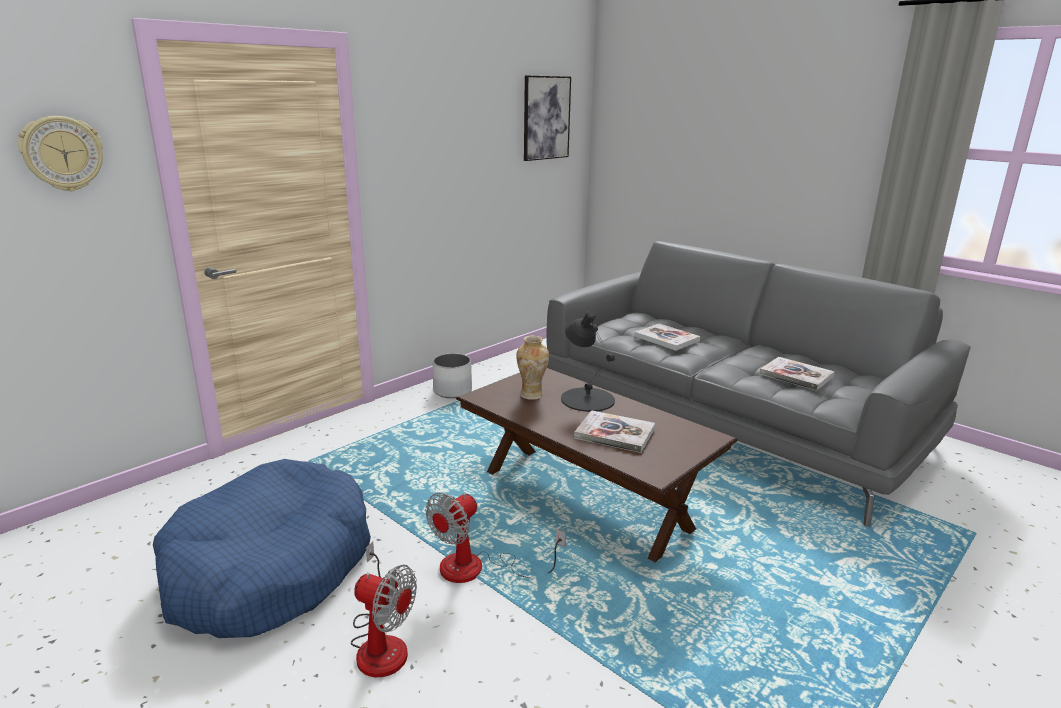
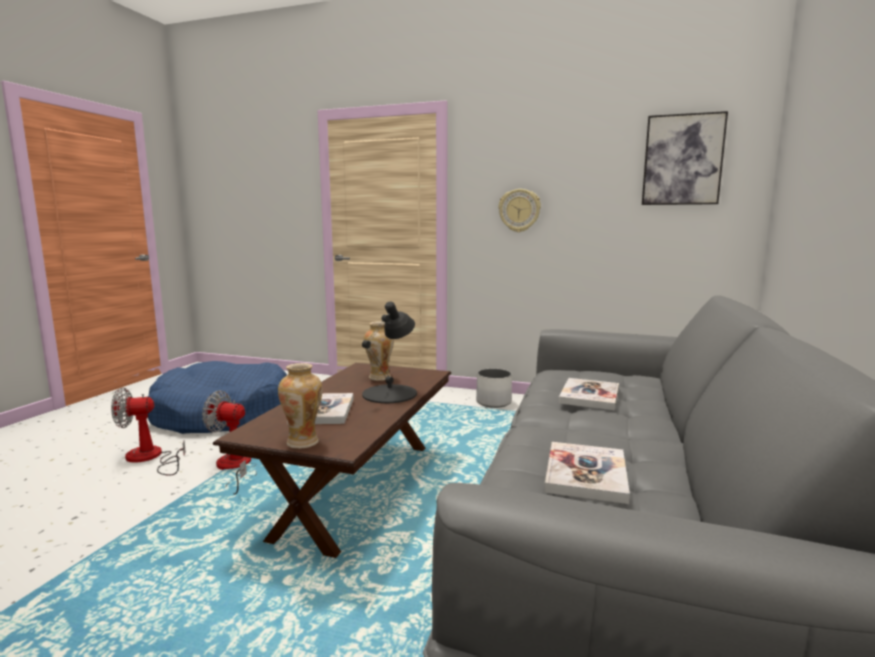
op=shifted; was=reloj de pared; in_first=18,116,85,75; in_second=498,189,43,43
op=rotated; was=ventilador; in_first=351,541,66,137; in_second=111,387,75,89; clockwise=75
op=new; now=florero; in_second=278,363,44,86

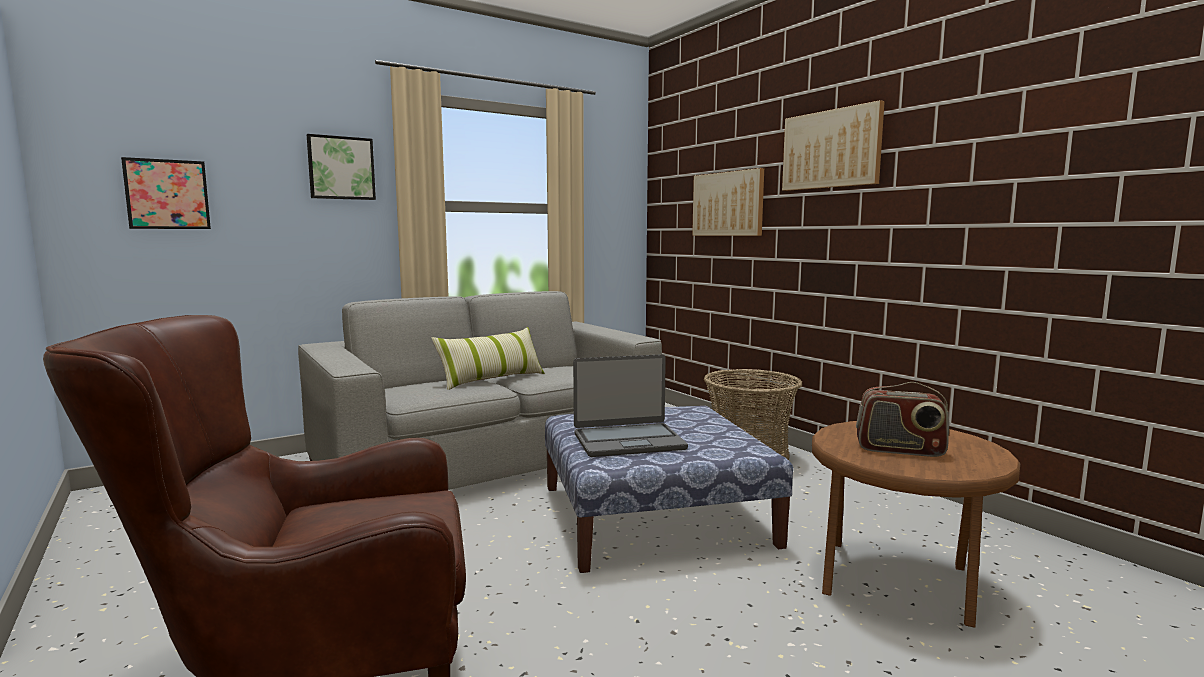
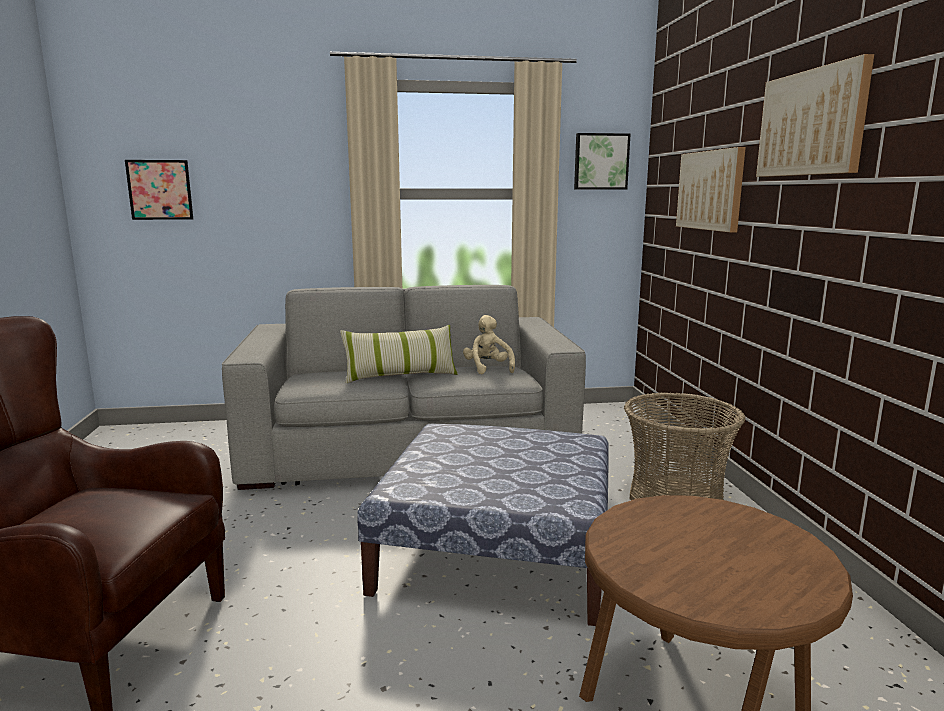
op=shifted; was=cuadro; in_first=307,134,69,66; in_second=574,133,57,56
op=gone; was=portátil; in_first=573,354,115,103
op=gone; was=radio; in_first=856,382,93,75
op=new; now=peluche [beis]; in_second=463,315,52,59

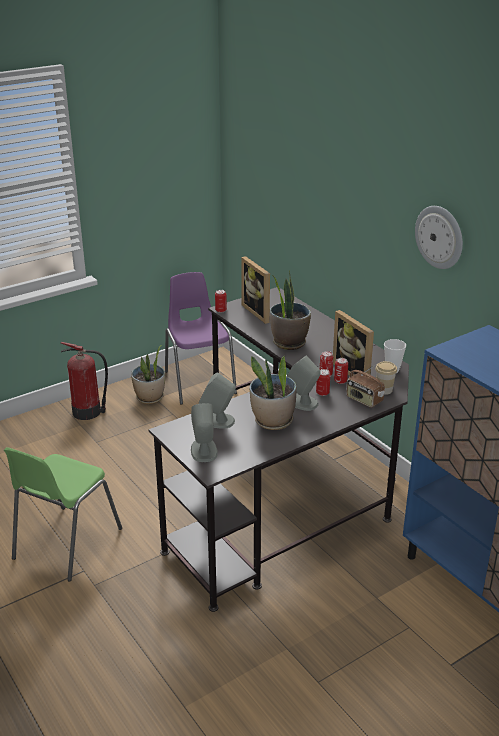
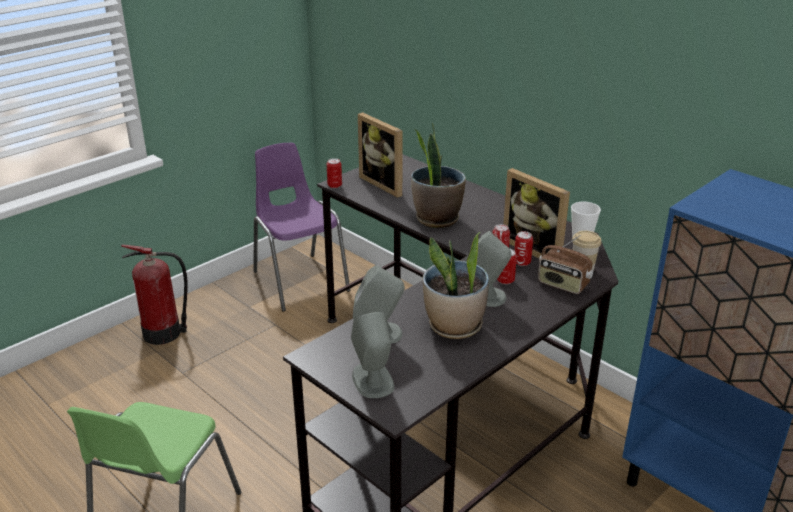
op=gone; was=planta en maceta; in_first=131,345,34,59
op=gone; was=reloj de pared; in_first=415,206,48,63

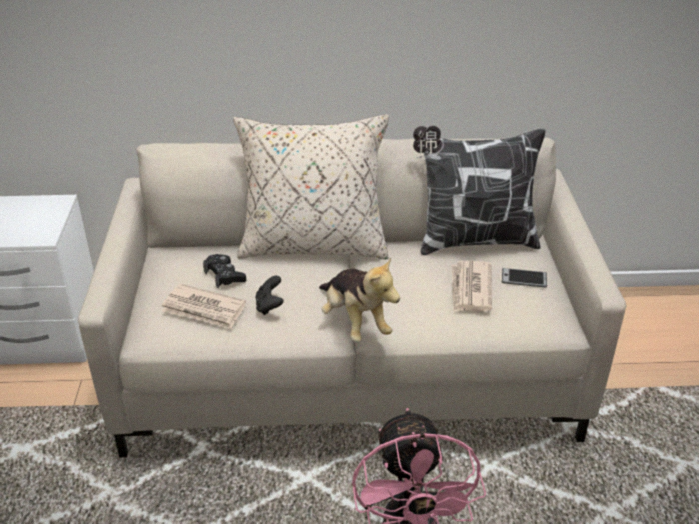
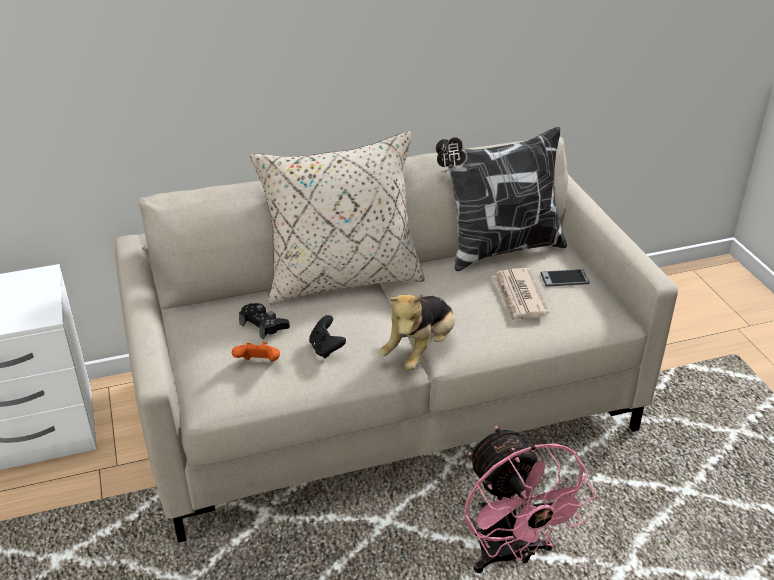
op=swapped; was=periódico; now=mando de consola [naranja]; in_first=162,284,84,45; in_second=232,342,48,20
op=rotated; was=peluche; in_first=319,258,81,84; in_second=379,293,76,77; clockwise=75

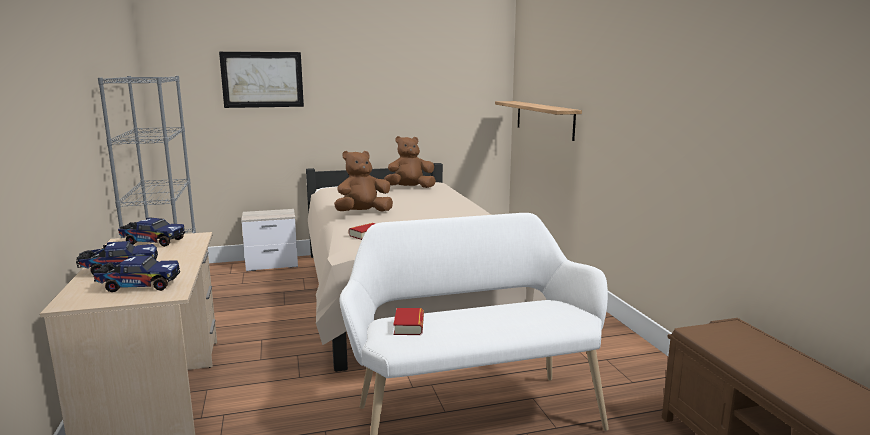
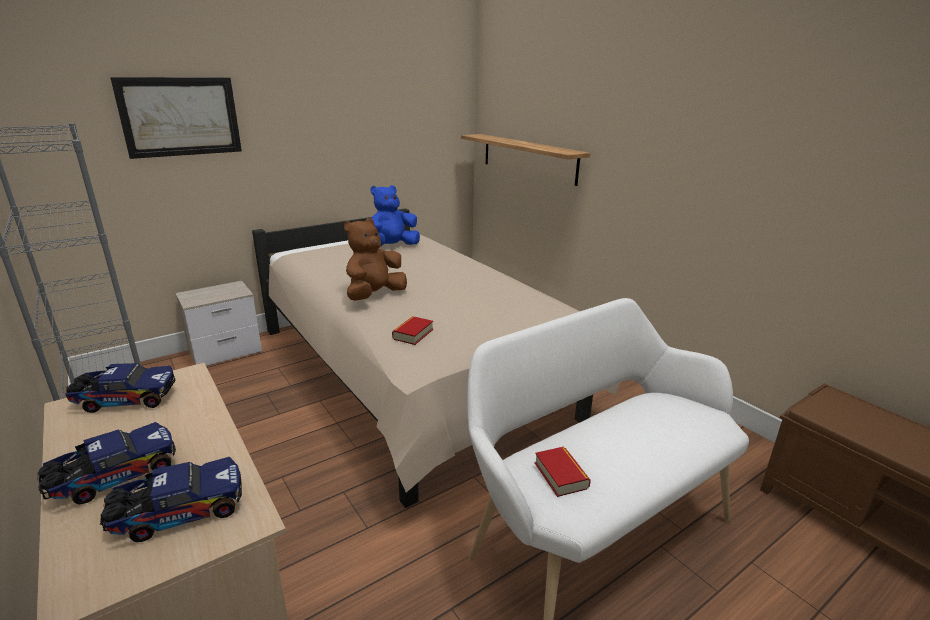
op=repainted; was=peluche [marrón]; now=peluche [azul]; in_first=384,136,52,52; in_second=370,185,50,61

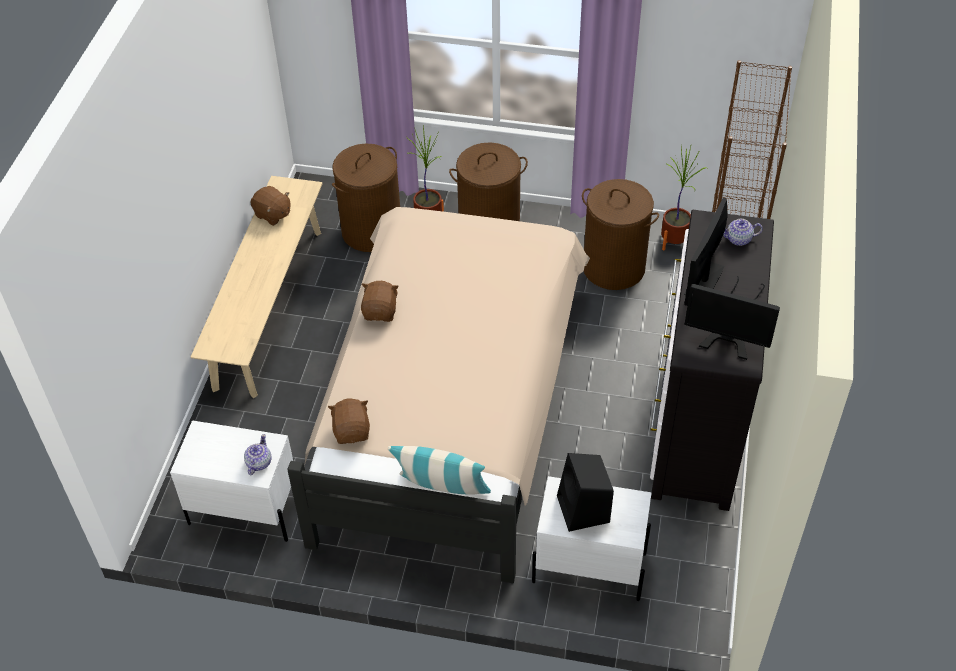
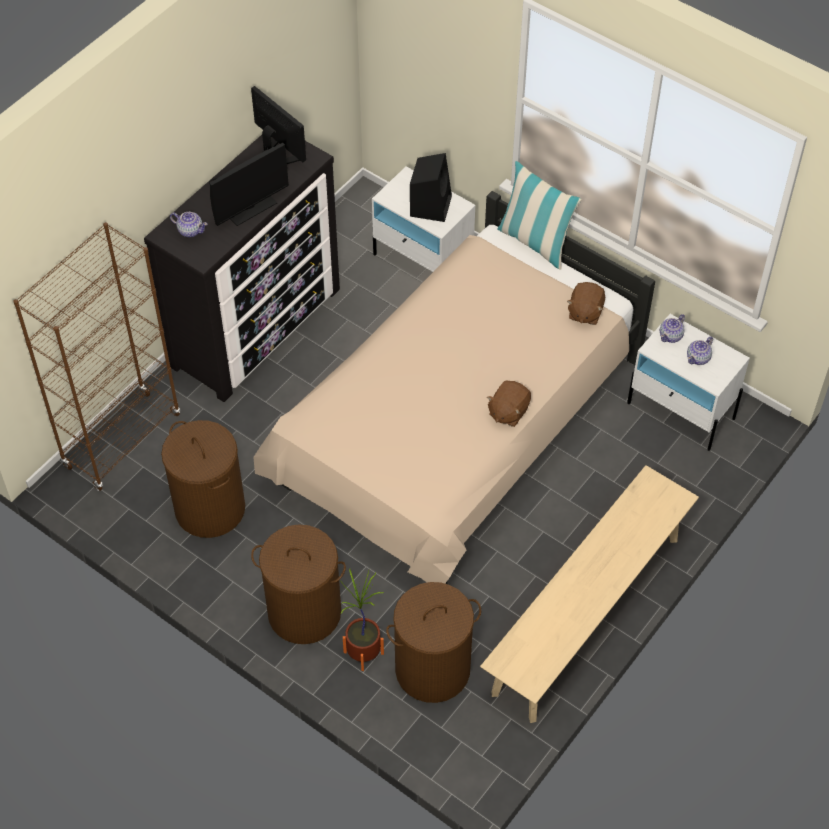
op=gone; was=peluche [marrón]; in_first=250,186,40,40
op=gone; was=planta en maceta; in_first=661,146,45,105
op=new; now=tetera; in_second=687,337,26,28

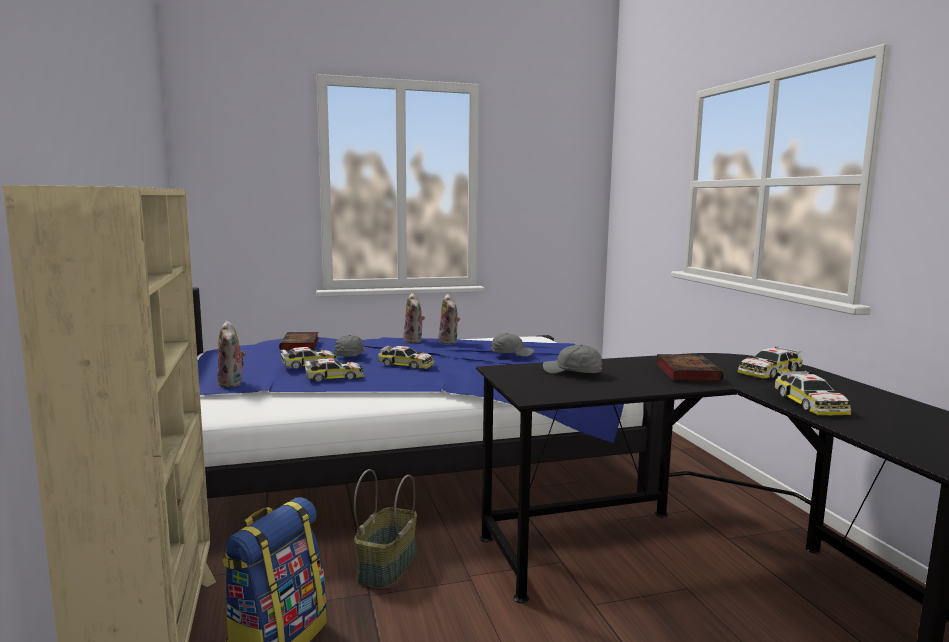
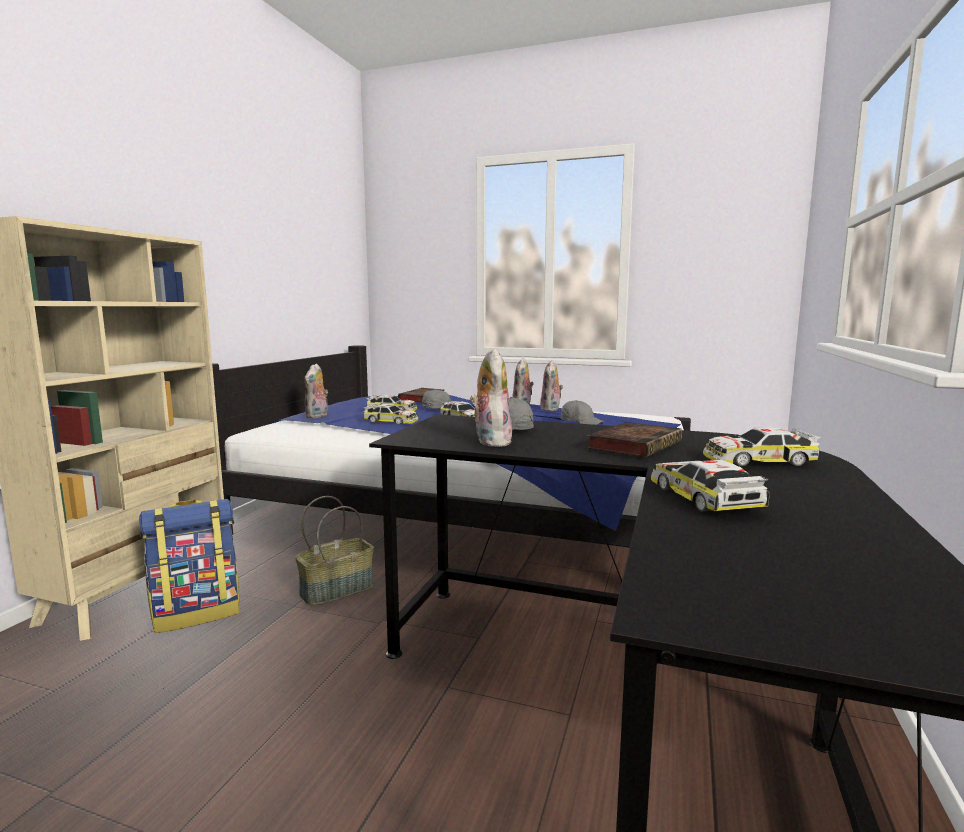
op=rotated; was=coche de juguete; in_first=775,371,76,44; in_second=651,460,119,52; clockwise=135
op=new; now=peluche; in_second=470,348,42,99

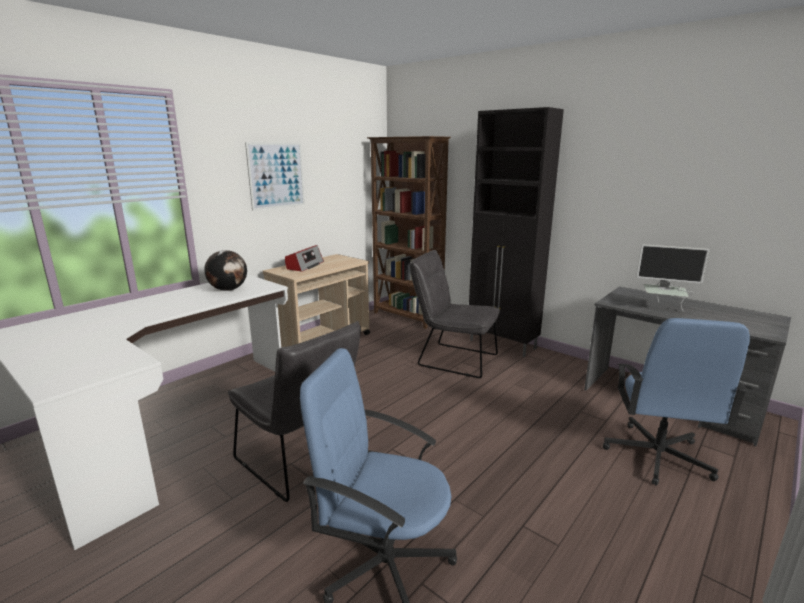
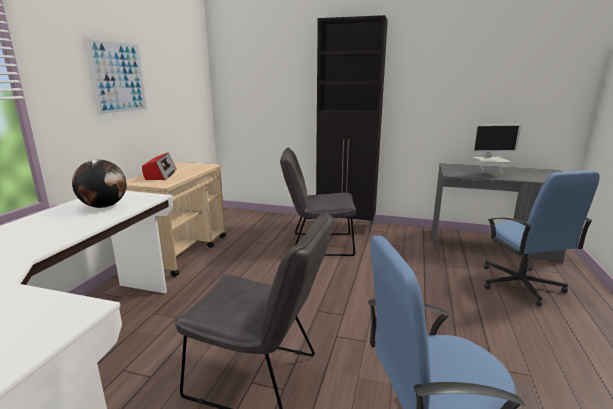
op=gone; was=estantería [marrón]; in_first=367,136,84,193

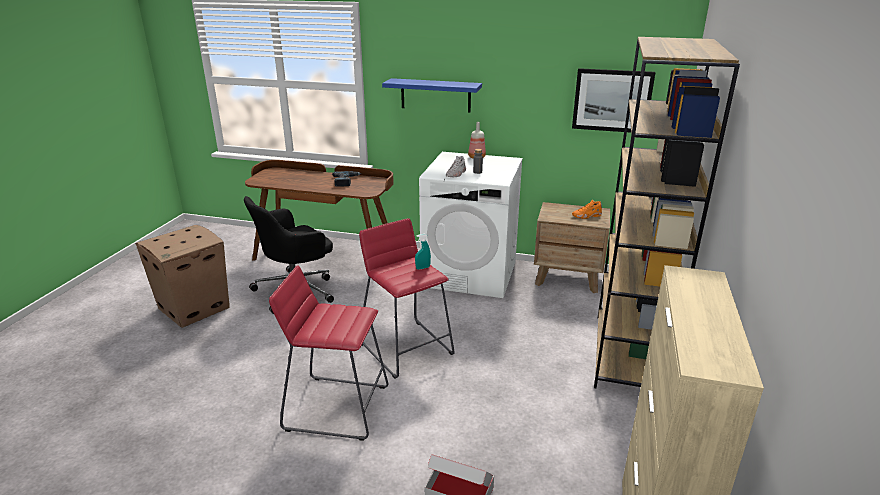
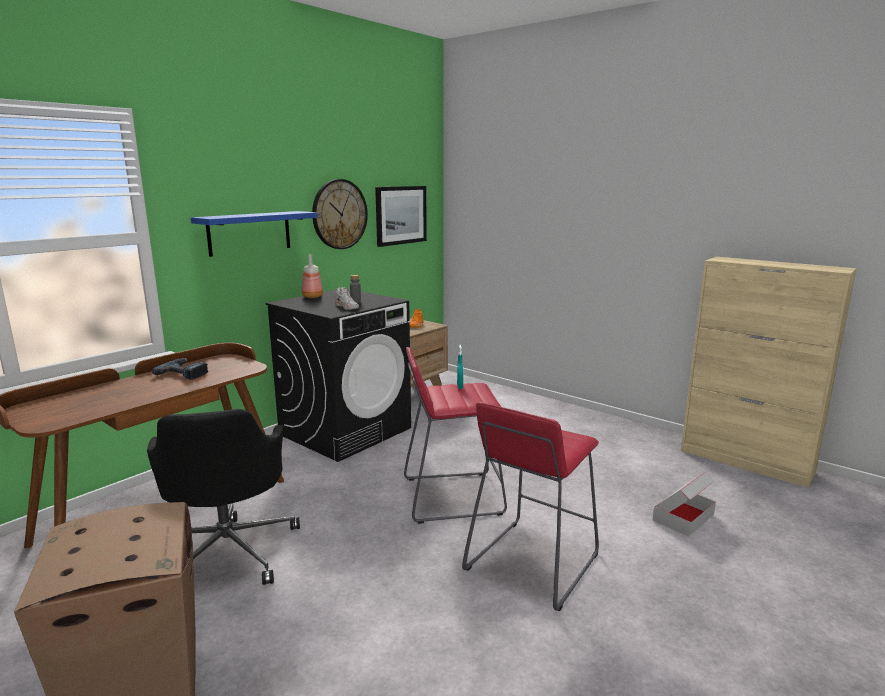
op=repainted; was=lavadora [blanco]; now=lavadora [negro]; in_first=419,152,104,146; in_second=266,289,145,173
op=gone; was=estantería [marrón]; in_first=594,37,146,351
op=new; now=reloj de pared; in_second=312,179,56,70

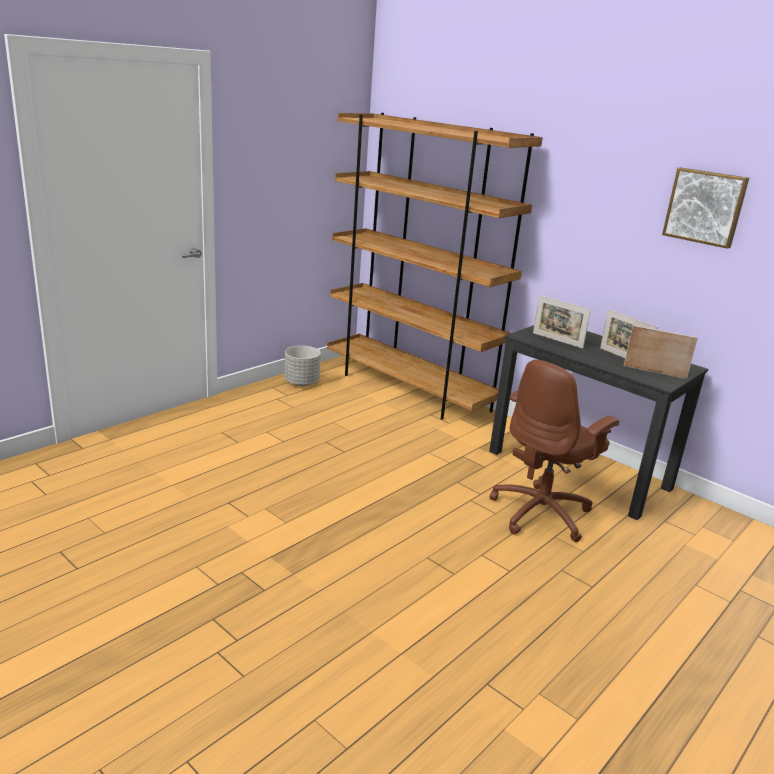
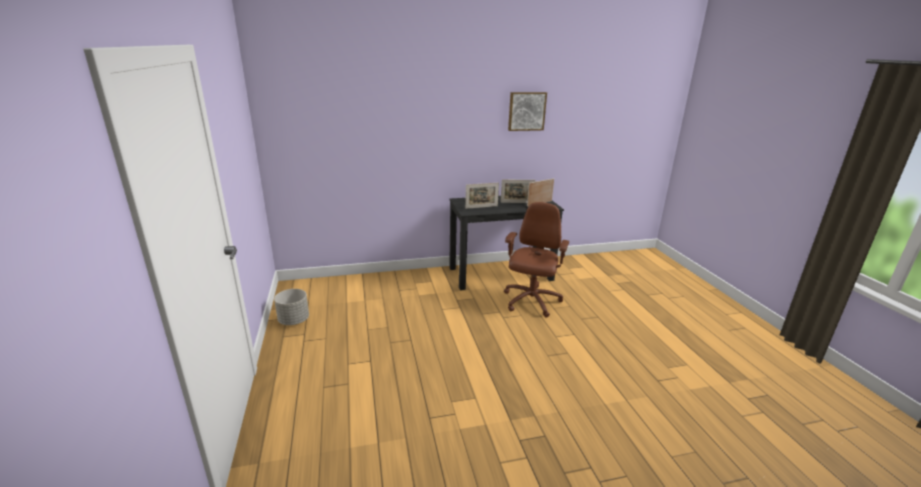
op=gone; was=estantería [marrón]; in_first=327,113,216,307
op=rotated; was=silla de oficina [marrón]; in_first=489,360,131,182; in_second=504,202,65,116; clockwise=-150

